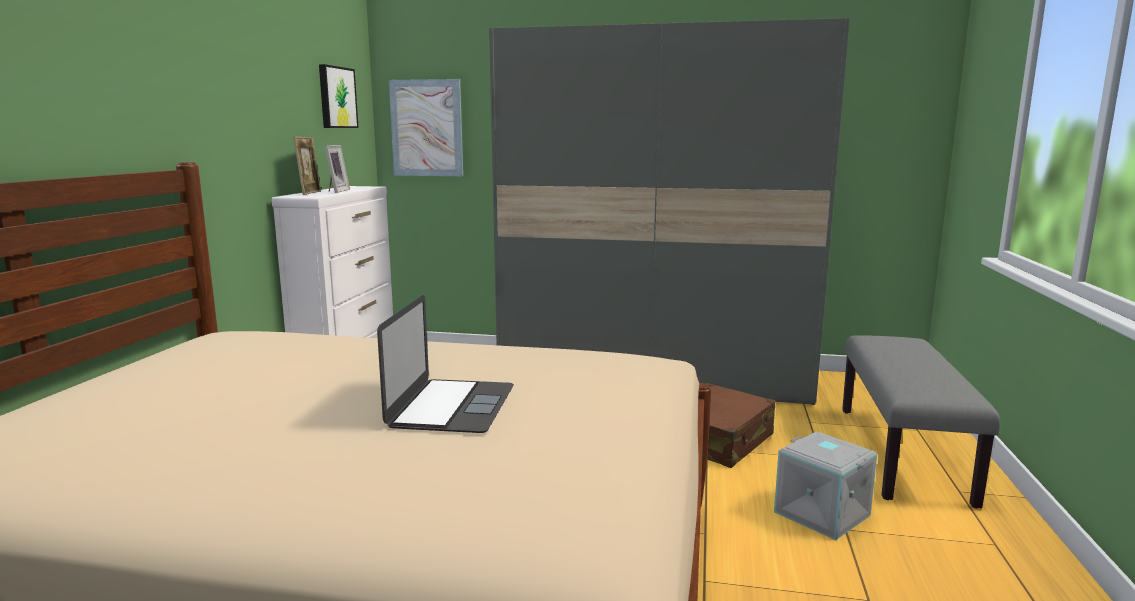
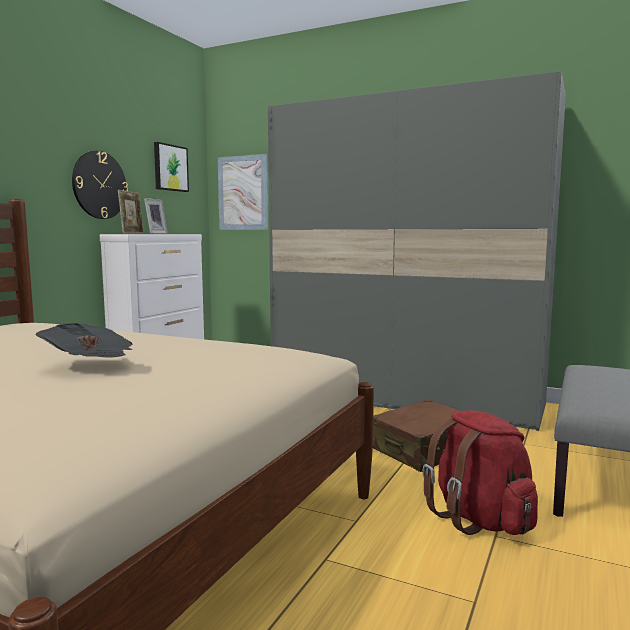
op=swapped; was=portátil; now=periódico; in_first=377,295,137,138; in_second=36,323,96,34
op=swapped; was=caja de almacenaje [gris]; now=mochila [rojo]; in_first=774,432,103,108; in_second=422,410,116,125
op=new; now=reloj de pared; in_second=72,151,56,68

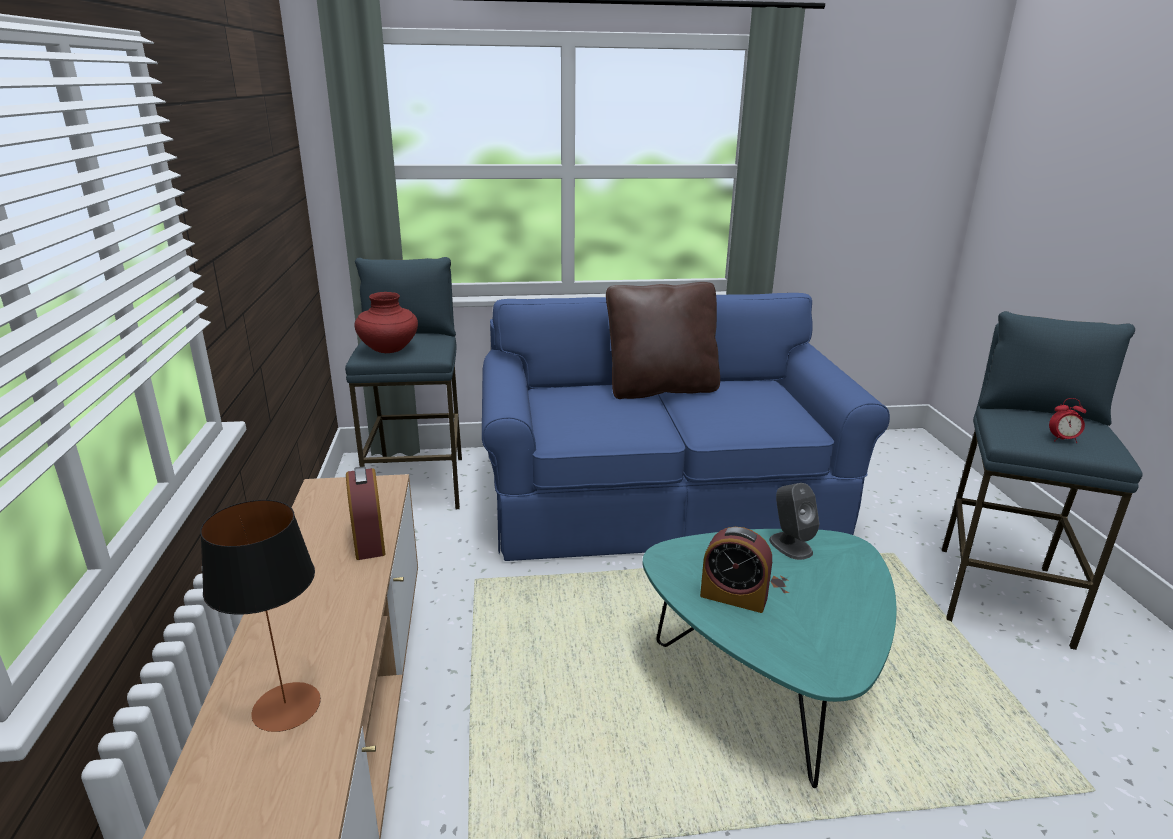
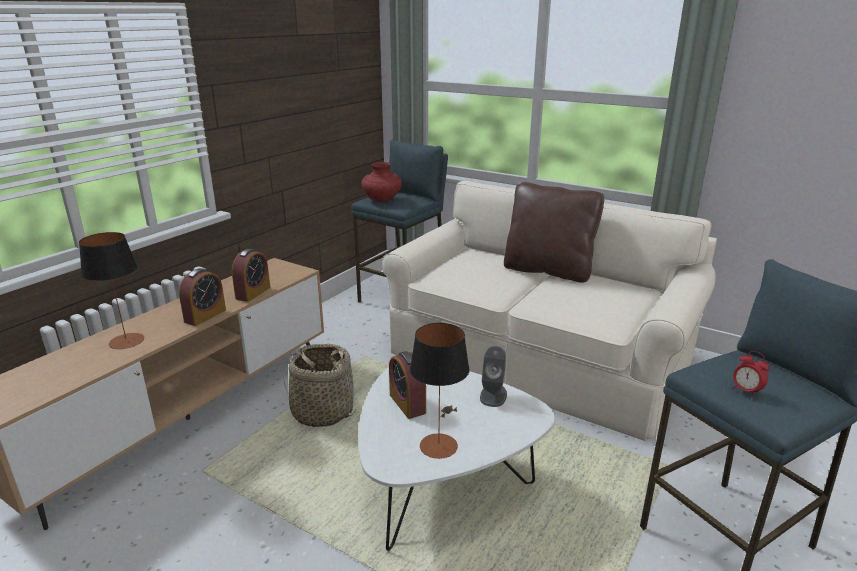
op=repainted; was=sofá [azul]; now=sofá [beis]; in_first=482,293,408,268; in_second=382,181,335,260
op=repainted; was=mesa de centro [turquesa]; now=mesa de centro [blanco]; in_first=643,529,253,259; in_second=358,367,197,184
op=new; now=despertador; in_second=179,268,47,58
op=new; now=cesta; in_second=283,344,74,83
op=new; now=lámpara de mesa; in_second=410,323,60,136

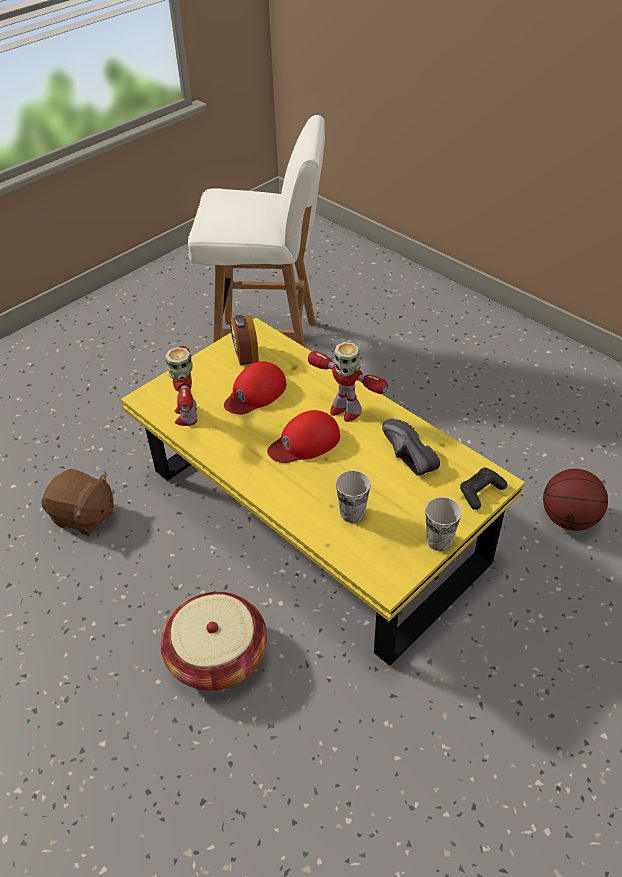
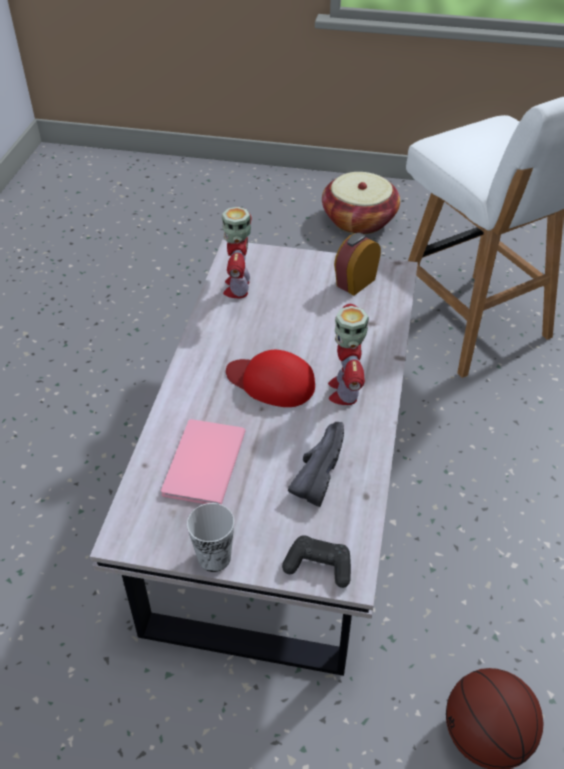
op=gone; was=peluche [marrón]; in_first=41,469,73,67
op=repainted; was=mesa de centro [amarillo]; now=mesa de centro [blanco]; in_first=121,318,404,348; in_second=90,240,328,436
op=shifted; was=cesta; in_first=161,592,106,99; in_second=322,172,78,62
op=rotated; was=robot de juguete; in_first=165,346,32,80; in_second=222,207,30,91; clockwise=-45
op=gone; was=gorra [rojo]; in_first=224,361,62,54
op=swapped; was=taza; now=libro [rosa]; in_first=336,470,35,53; in_second=161,419,85,86

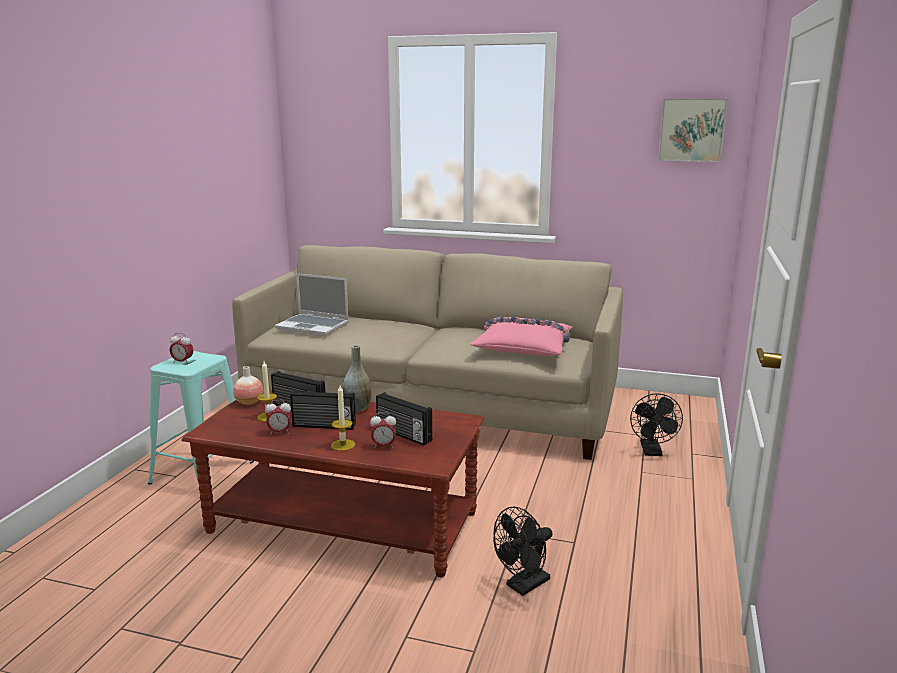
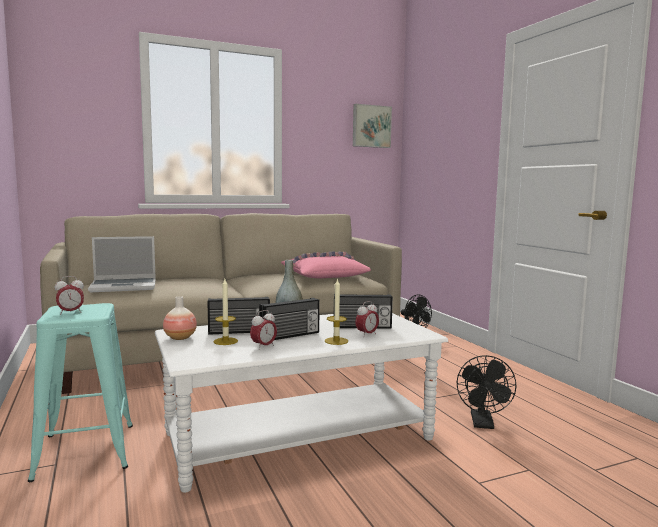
op=repainted; was=mesa de centro [marrón]; now=mesa de centro [blanco]; in_first=181,389,304,188; in_second=155,313,293,180

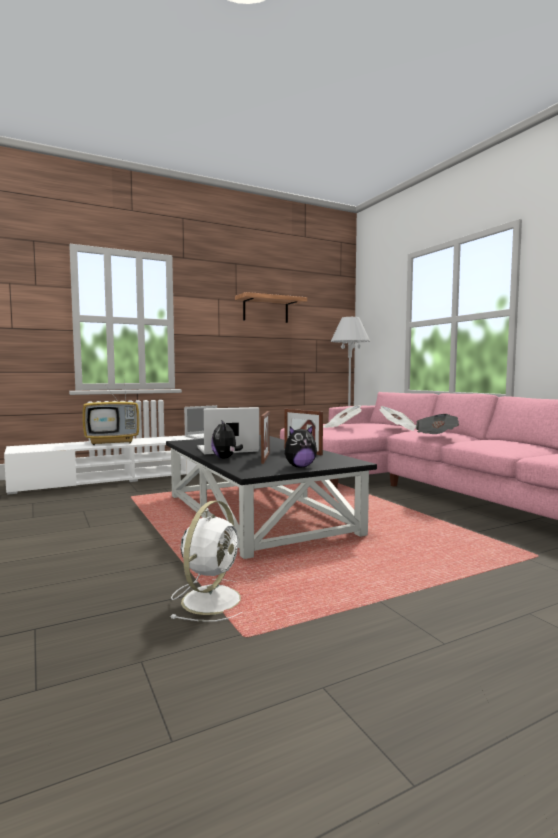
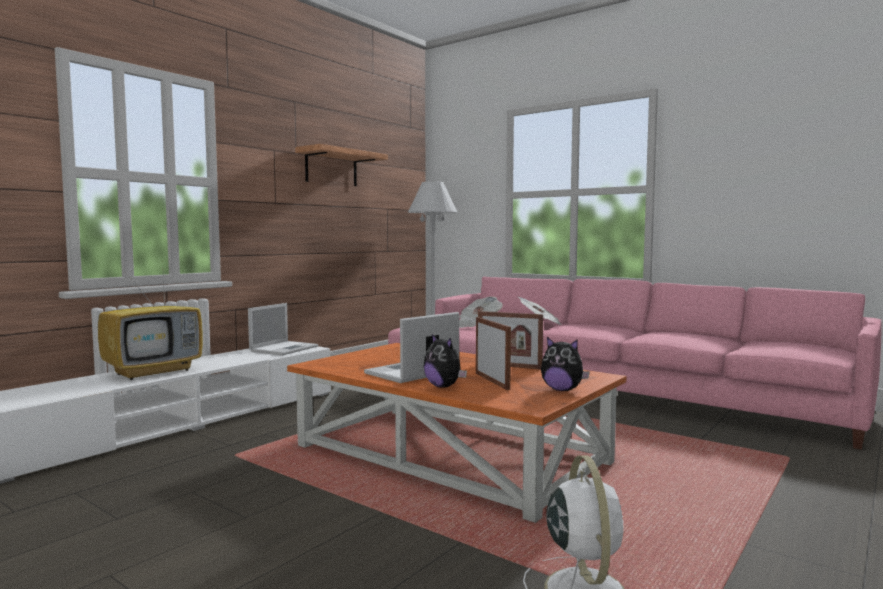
op=repainted; was=mesa de centro [negro]; now=mesa de centro [naranja]; in_first=166,435,211,124; in_second=287,343,340,180
op=rotated; was=peluche; in_first=285,425,32,43; in_second=541,337,49,54; clockwise=75
op=gone; was=periódico; in_first=416,414,43,20

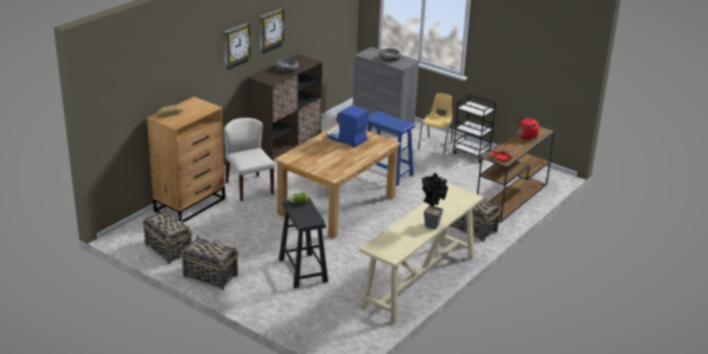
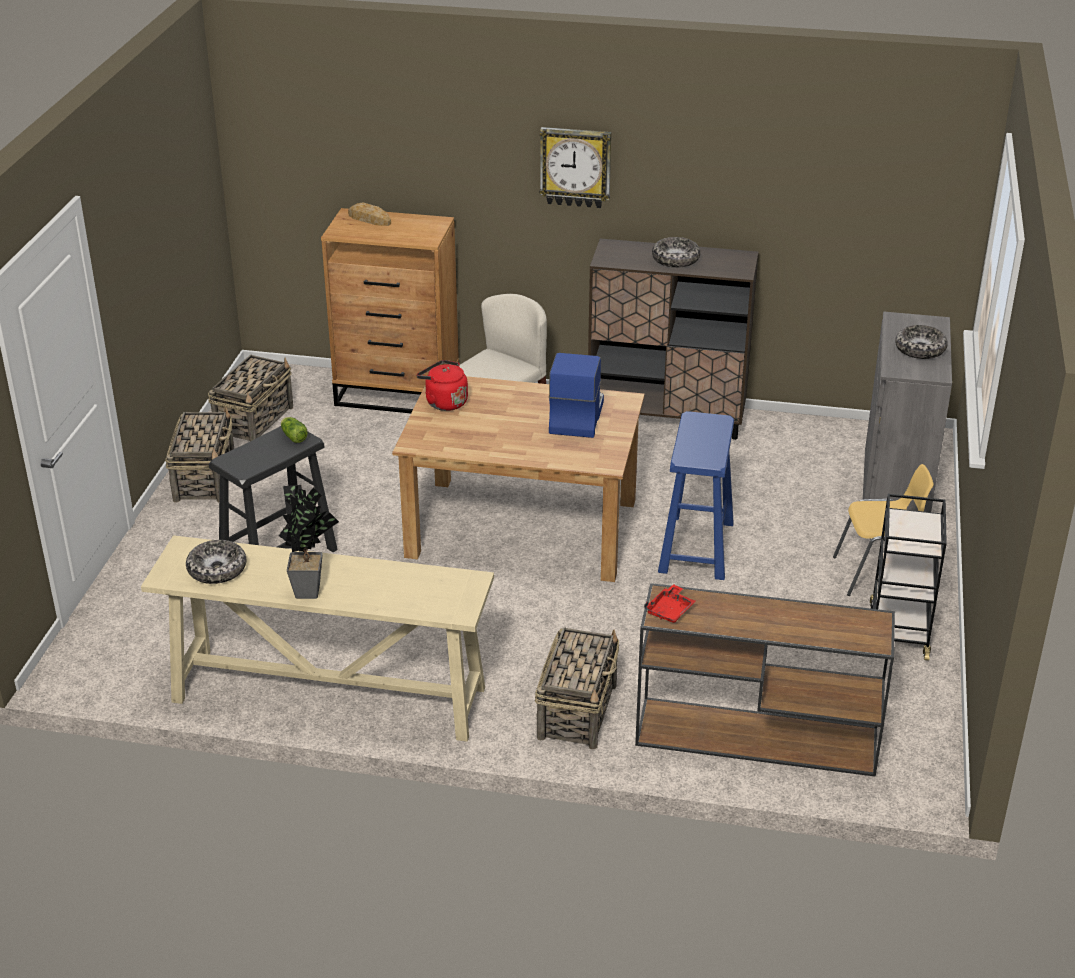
op=gone; was=reloj de pared; in_first=259,8,26,46
op=shifted; was=hervidor [rojo]; in_first=516,117,23,23; in_second=417,360,51,51
op=new; now=cuenco; in_second=186,540,60,44

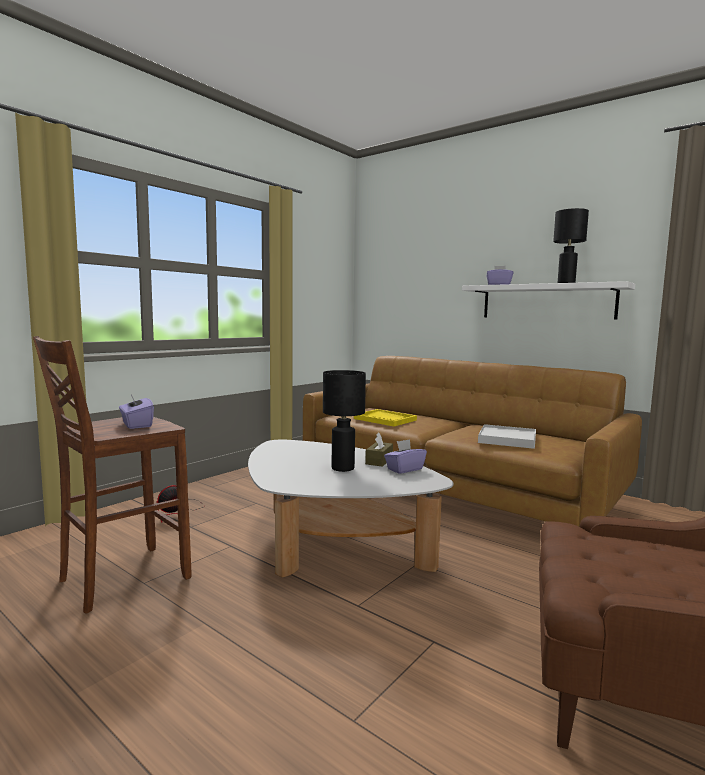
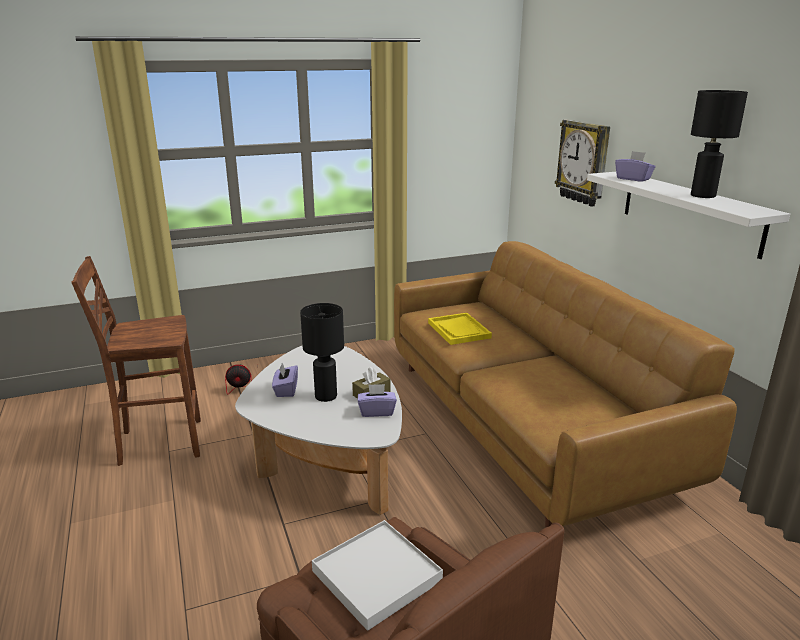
op=shifted; was=caja de pañuelos [morado]; in_first=119,394,35,35; in_second=272,363,26,34
op=shifted; was=bandeja [blanco]; in_first=478,424,58,25; in_second=312,520,131,111
op=new; now=reloj de pared; in_second=555,120,55,87

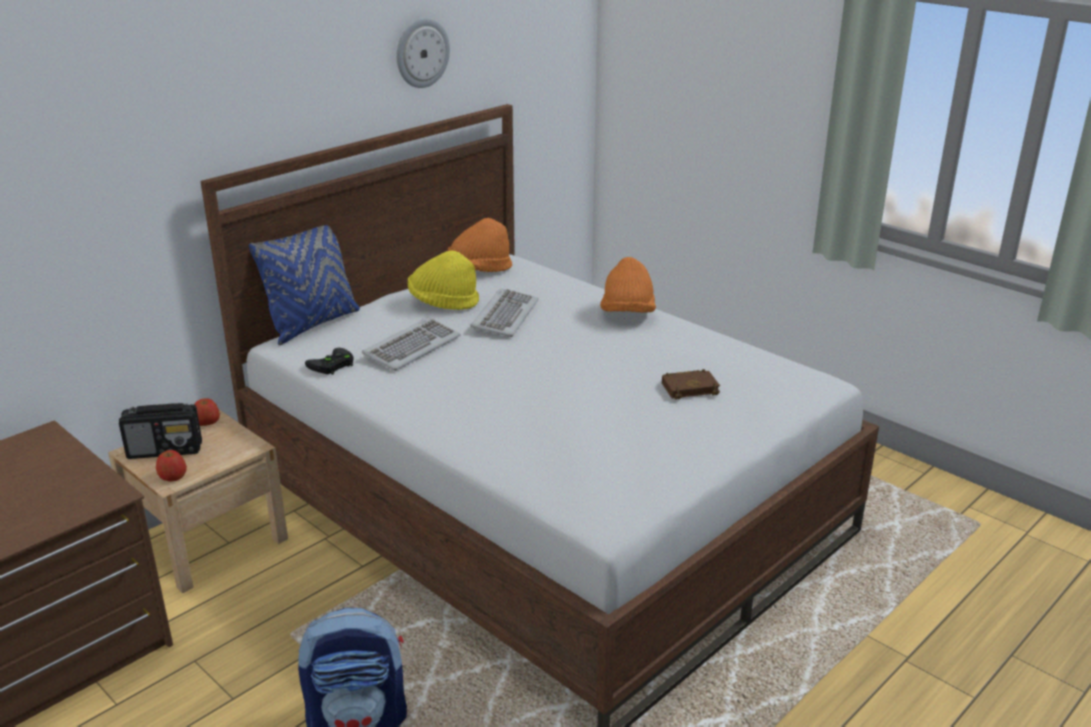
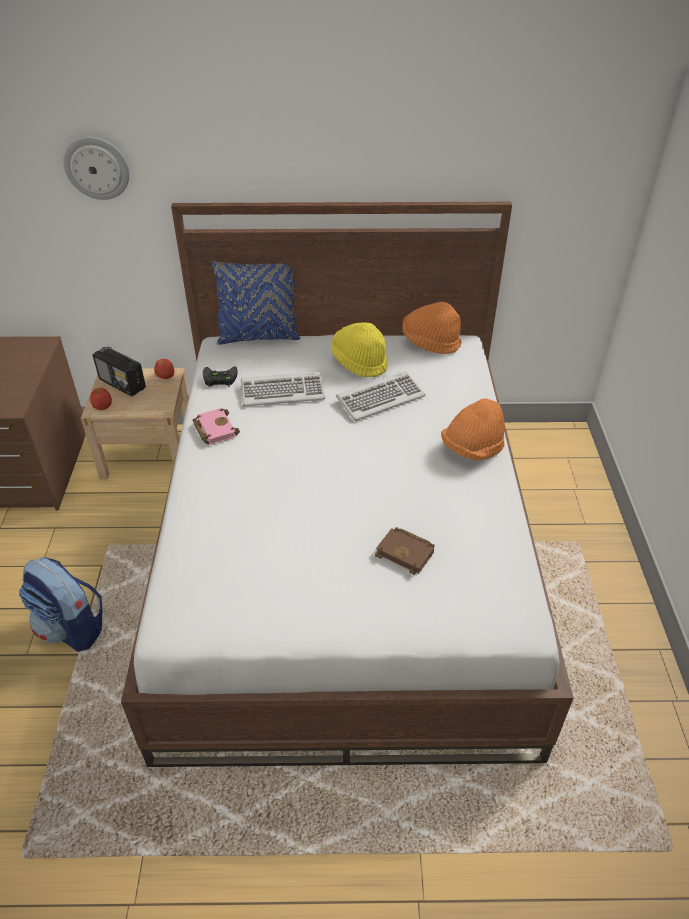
op=shifted; was=reloj de pared; in_first=397,18,53,70; in_second=63,137,66,63
op=new; now=libro [rosa]; in_second=193,408,47,36

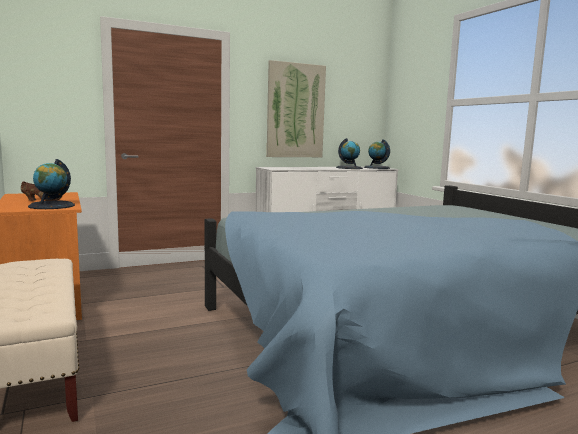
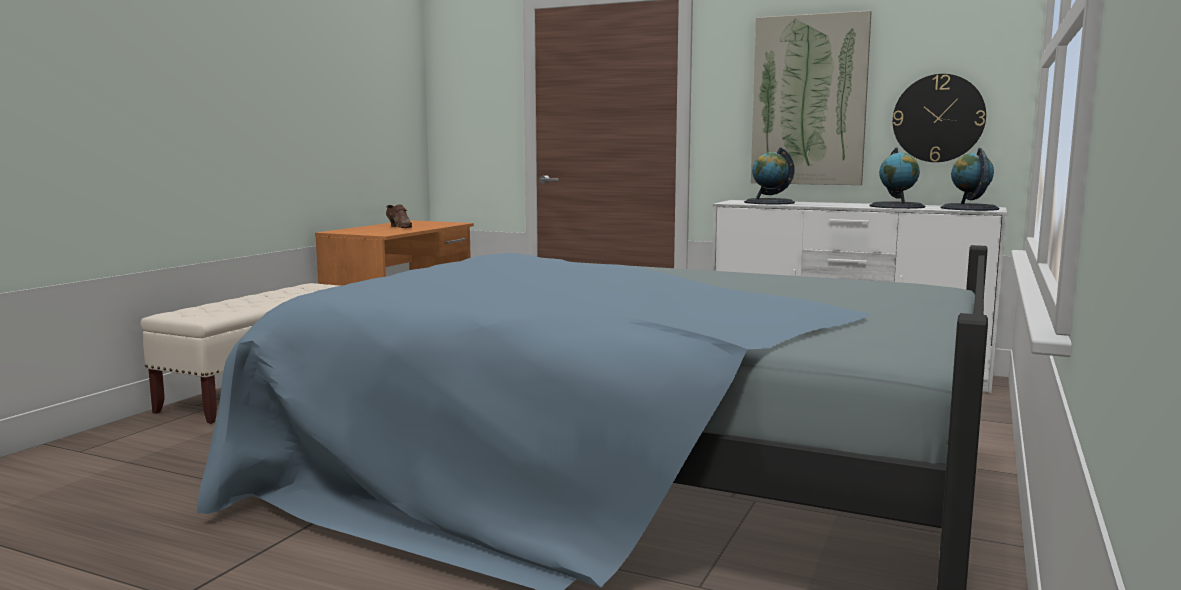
op=shifted; was=globo terráqueo; in_first=28,159,47,50; in_second=744,147,51,57
op=new; now=reloj de pared; in_second=893,74,93,88

